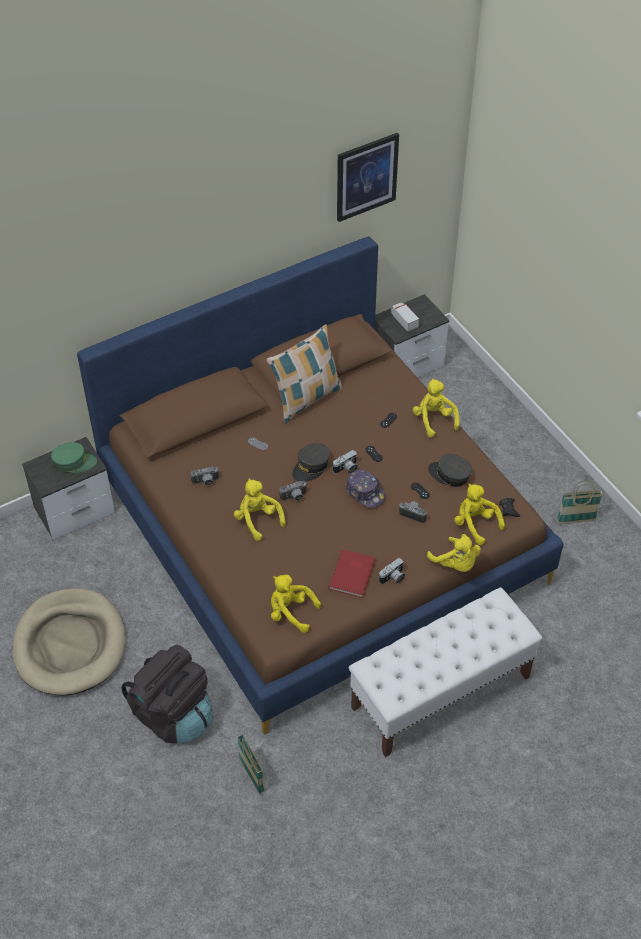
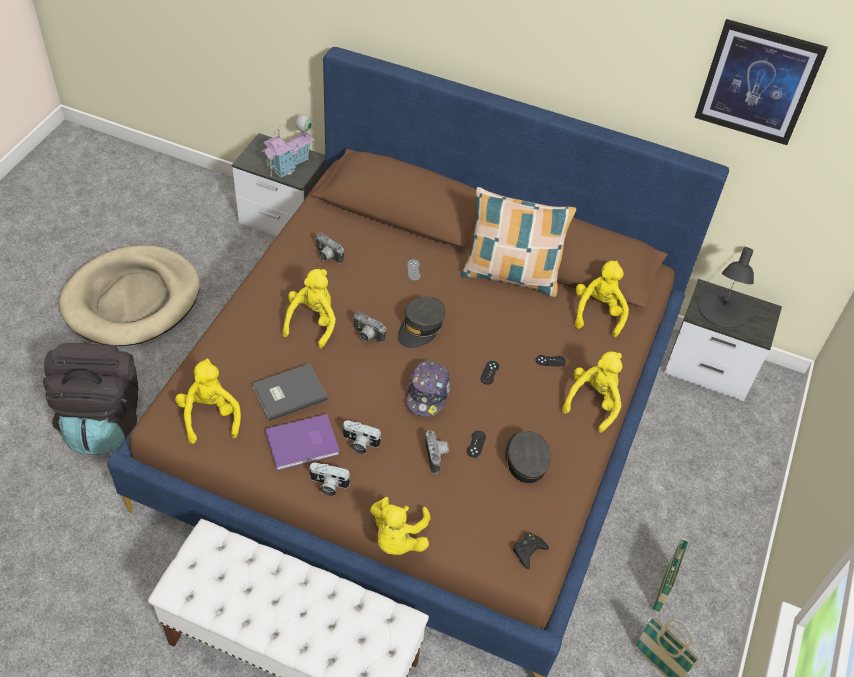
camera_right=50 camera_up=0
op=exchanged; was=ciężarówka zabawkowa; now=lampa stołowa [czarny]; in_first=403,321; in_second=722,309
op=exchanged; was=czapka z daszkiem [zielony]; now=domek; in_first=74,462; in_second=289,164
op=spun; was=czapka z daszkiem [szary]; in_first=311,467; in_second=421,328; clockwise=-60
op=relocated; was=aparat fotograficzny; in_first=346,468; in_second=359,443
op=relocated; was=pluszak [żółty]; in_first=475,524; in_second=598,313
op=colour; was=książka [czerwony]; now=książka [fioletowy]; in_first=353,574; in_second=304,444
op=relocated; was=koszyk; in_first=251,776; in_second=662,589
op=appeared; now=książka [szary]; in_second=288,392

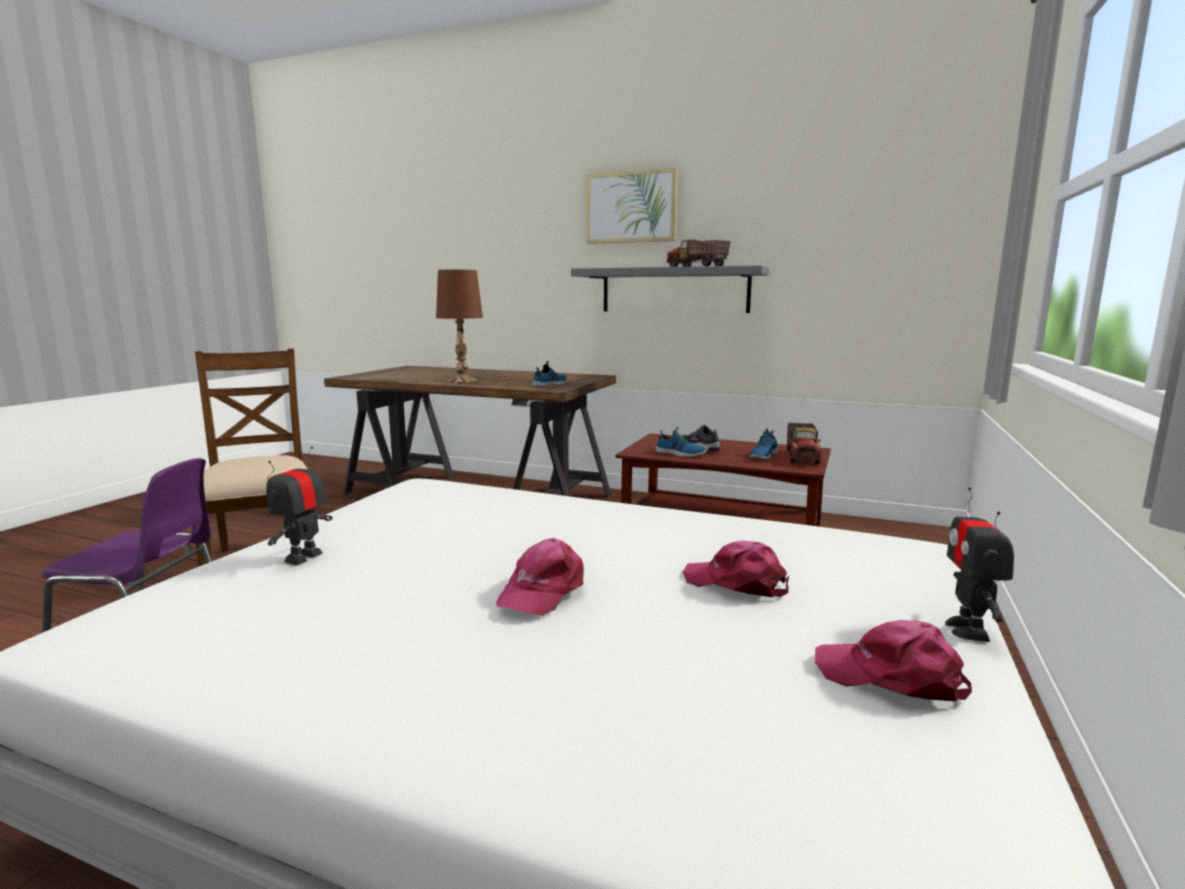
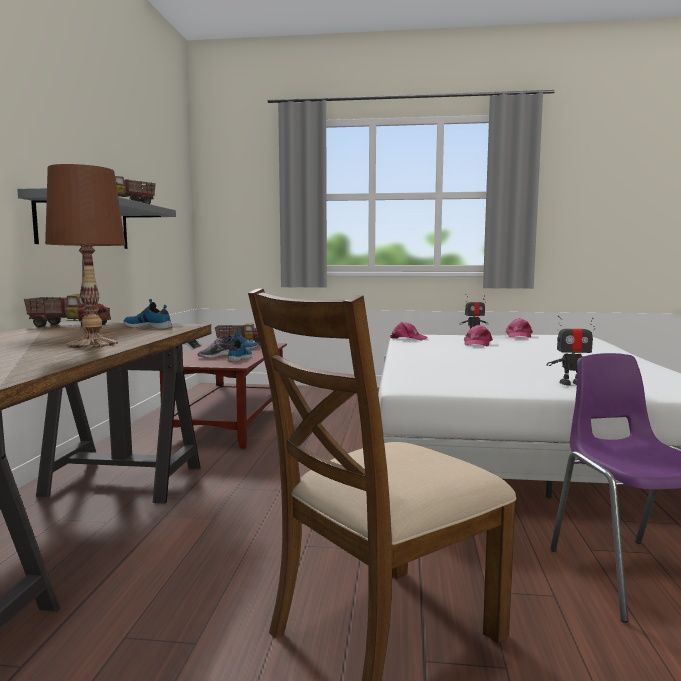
camera_right=-105 camera_up=-5
op=missing; was=obraz; in_first=631,207
op=relocated; was=czapka z daszkiem [różowy]; in_first=542,591; in_second=408,338
op=appeared; now=ciężarówka zabawkowa; in_second=69,326

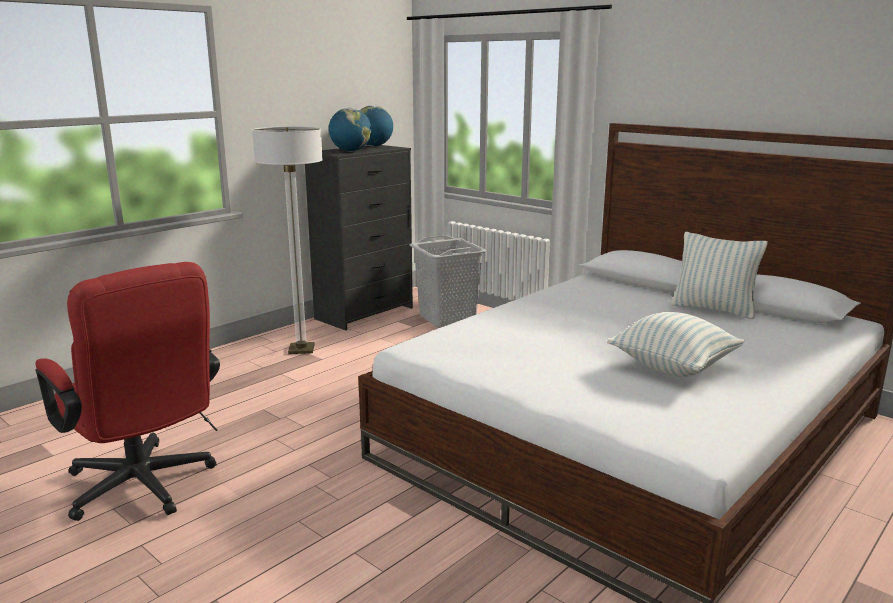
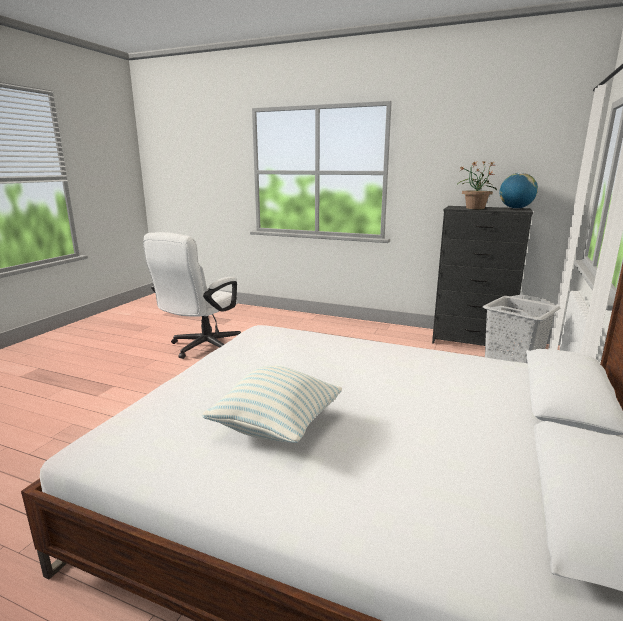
camera_right=70 camera_up=0
op=exchanged; was=globus; now=roślina doniczkowa; in_first=350,151; in_second=474,208
op=missing; was=lampa stojąca; in_first=301,349
op=missing; was=poduszka; in_first=713,309
op=colour; was=krzesło biurowe [czerwony]; now=krzesło biurowe [biały]; in_first=145,489; in_second=201,347

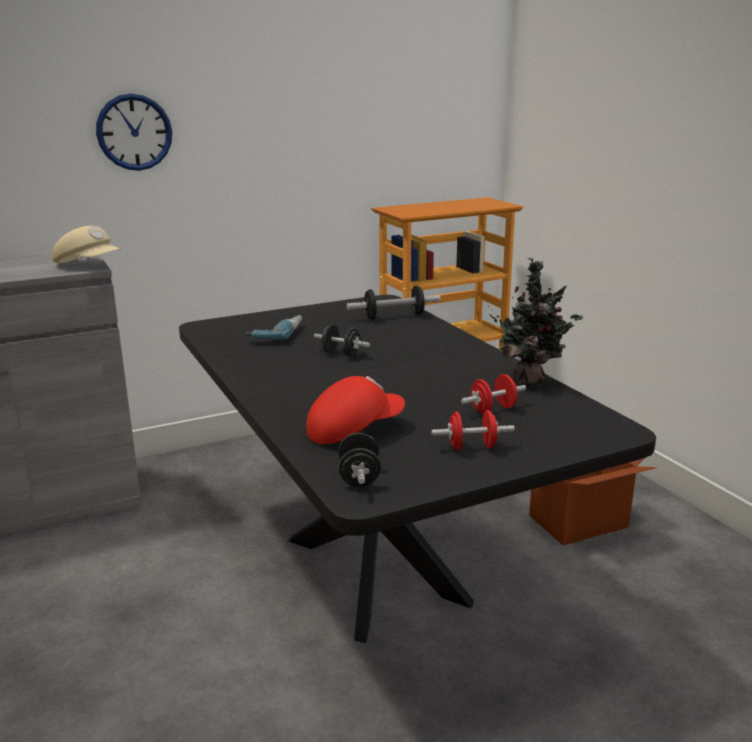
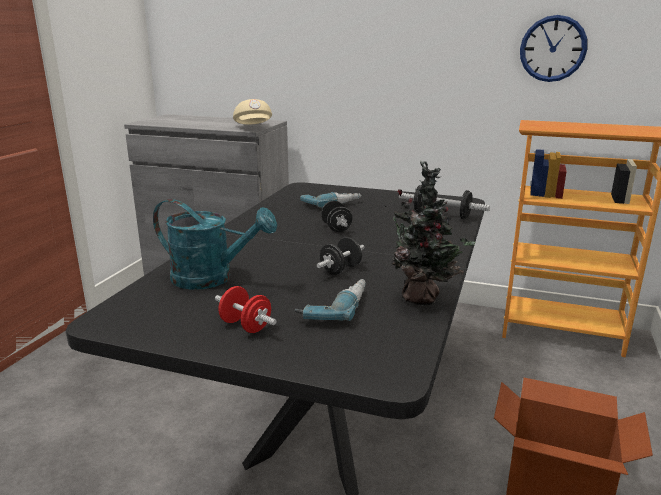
camera_right=45 camera_up=0
op=relocated; was=zegar ścienny; in_first=134,132; in_second=553,48
op=exchanged; was=hantel [czerwony]; now=wiertarka; in_first=492,409; in_second=334,307
op=exchanged; was=czapka z daszkiem [czerwony]; now=konewka [turkusowy]; in_first=353,430; in_second=212,279
op=relocated; was=hantel [czarny]; in_first=359,477; in_second=340,270

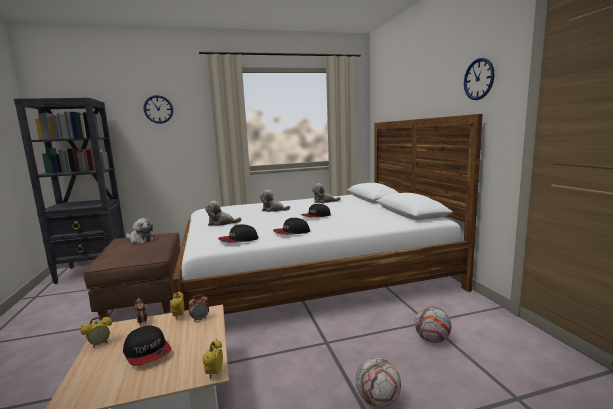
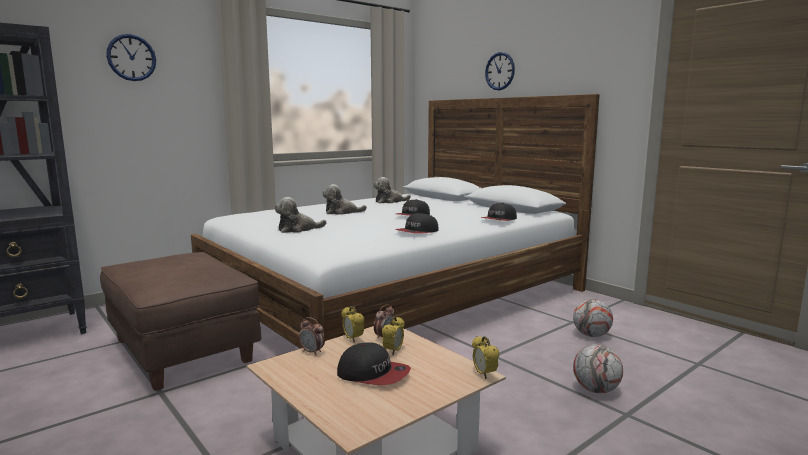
camera_right=-25 camera_up=0
op=relocated; was=zegar ścienny; in_first=478,79; in_second=500,71
op=missing; was=pluszak; in_first=140,240
op=relocated; was=czapka z daszkiem; in_first=238,240; in_second=499,220
op=relocated; was=budzik; in_first=99,344; in_second=393,352

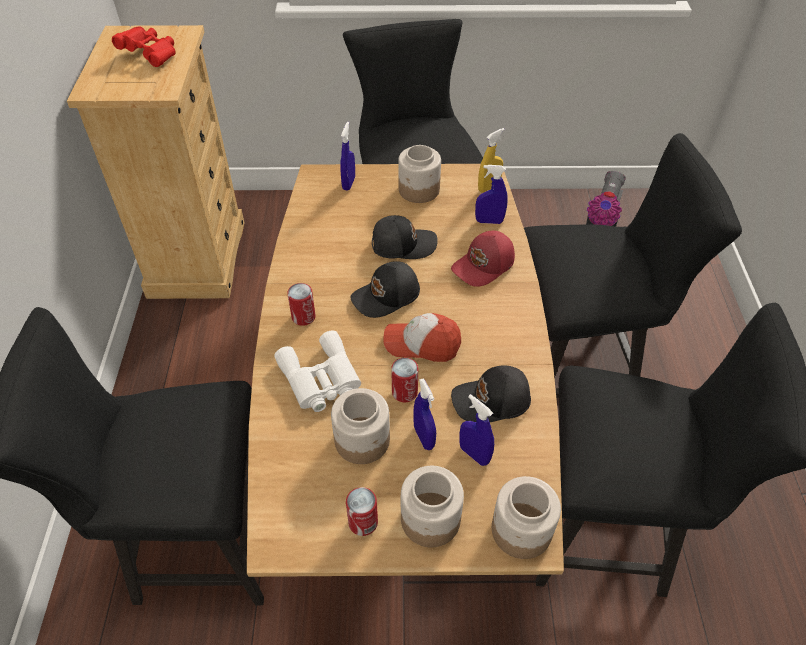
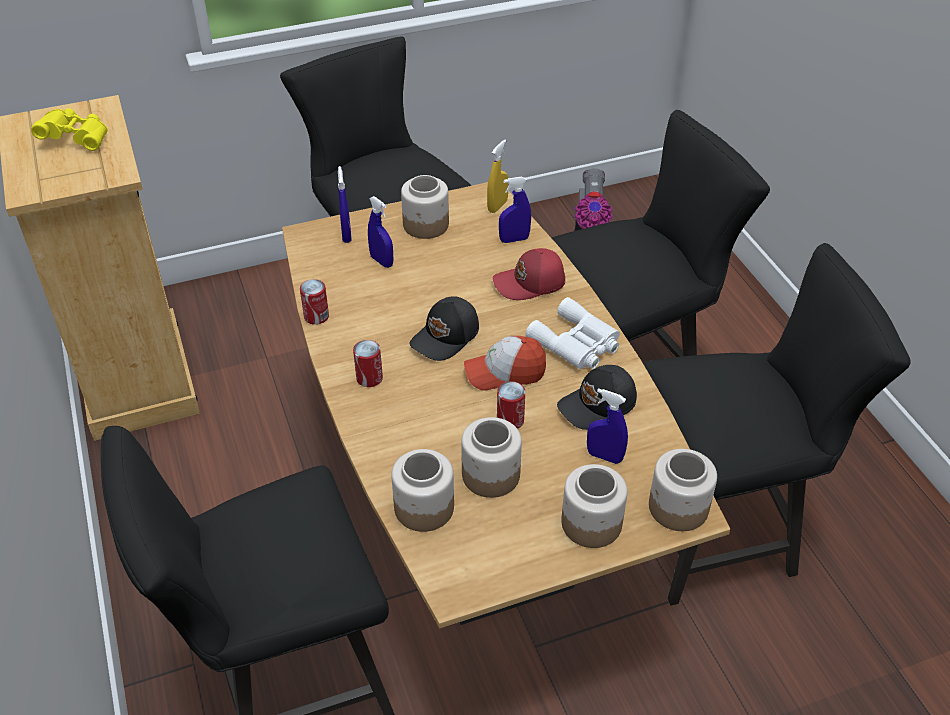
camera_right=-20 camera_up=-5
op=colour; was=lornetka [czerwony]; now=lornetka [żółty]; in_first=151,55; in_second=77,139
op=missing; was=czapka z daszkiem [czarny]; in_first=403,244
op=spun; was=czapka z daszkiem [czerwony]; in_first=484,266; in_second=530,283; clockwise=45
op=relocated; was=lornetka [biały]; in_first=321,380; in_second=576,344
op=relocated; was=spryskiwacz [niebieski]; in_first=424,437; in_second=381,261
op=relocated; was=puszka; in_first=363,522; in_second=316,316
op=appeared; now=słoik; in_second=423,507

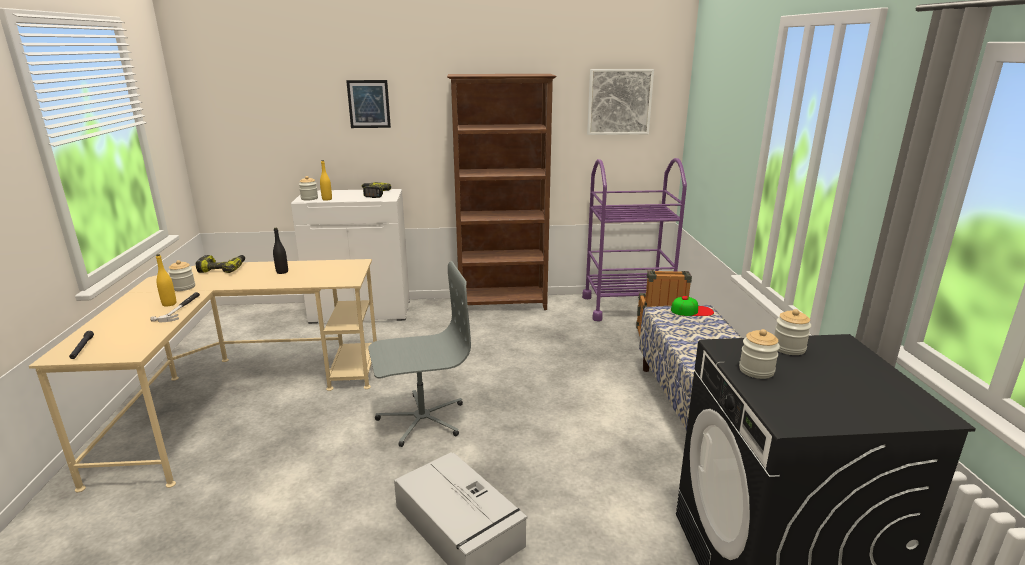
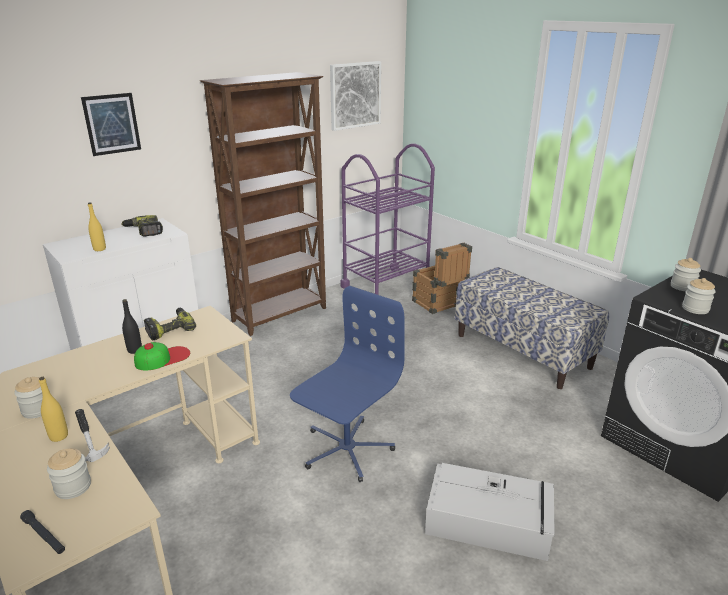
camera_right=-35 camera_up=5
op=relocated; was=słoik; in_first=309,198; in_second=73,487
op=relocated; was=wiertarka; in_first=223,269; in_second=170,329
op=colour; was=krzesło biurowe [szary]; now=krzesło biurowe [niebieski]; in_first=421,419; in_second=346,449
op=relocated; was=czapka z daszkiem; in_first=692,311; in_second=162,358

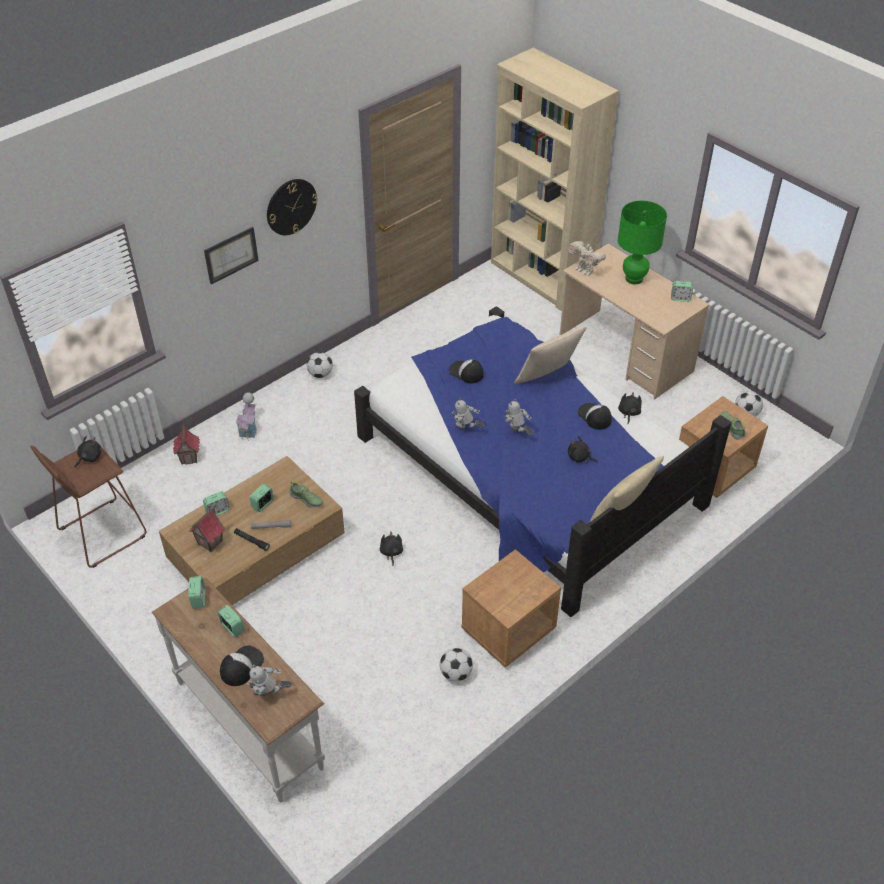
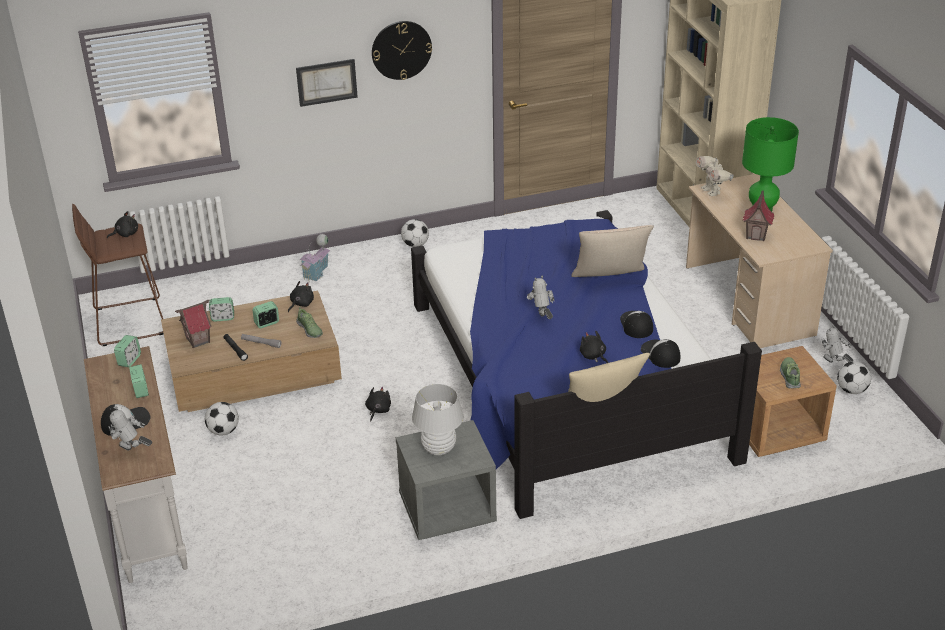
camera_right=25 camera_up=-10
op=missing; was=budzik; in_first=680,298
op=relocated; was=czapka z daszkiem; in_first=466,372; in_second=660,354
op=relocated; was=pluszak [czarny]; in_first=629,413; in_second=301,304
op=relocated; was=robot zabawkowy; in_first=466,431; in_second=833,364
op=relocated; was=domek; in_first=189,458; in_second=756,235
op=colour; was=szafka nocna [brązowy]; now=szafka nocna [szary]; in_first=508,630; in_second=447,511
op=relocated; was=piłka futbolowa; in_first=456,673; in_second=224,431
op=appeared; now=lampa stołowa [biały]; in_second=439,449

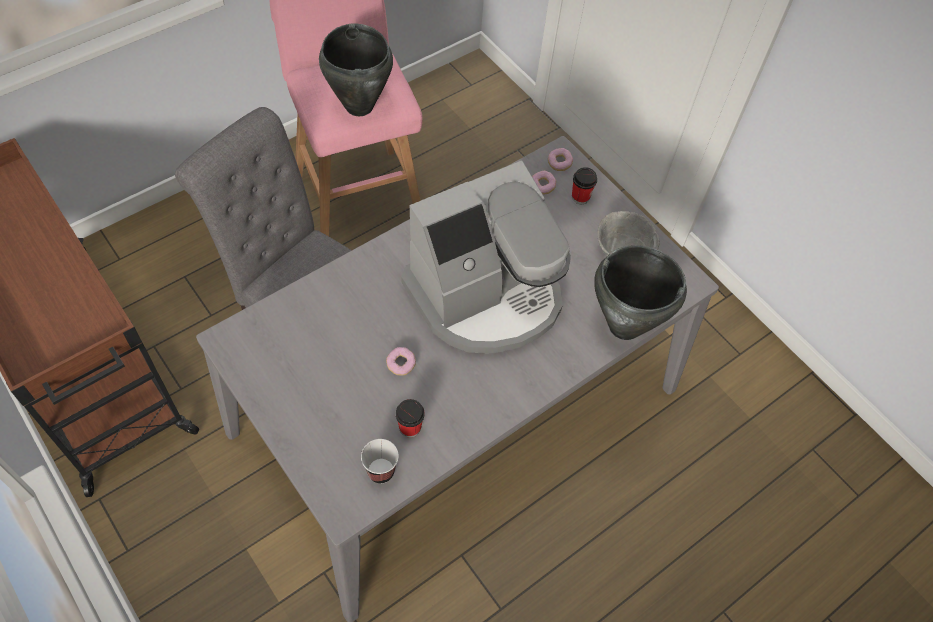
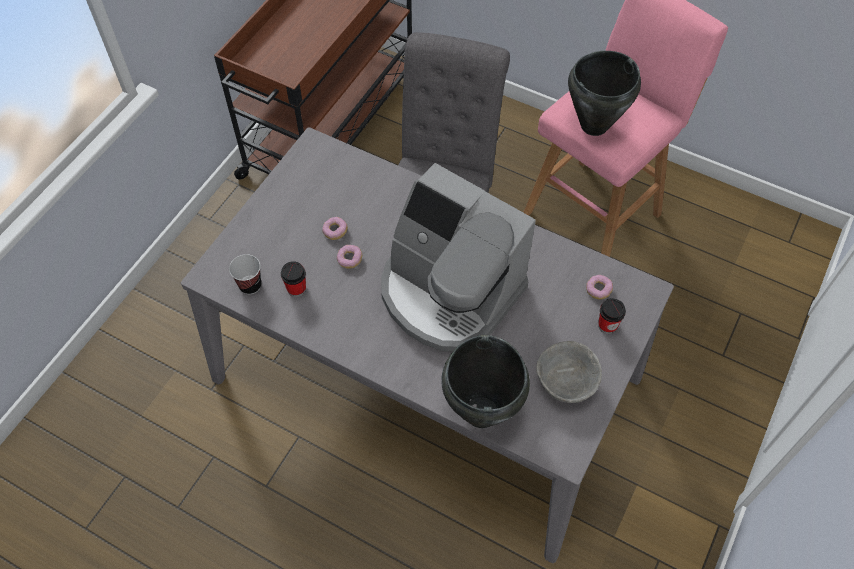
camera_right=70 camera_up=0
op=relocated; was=donut; in_first=559,163; in_second=335,231

